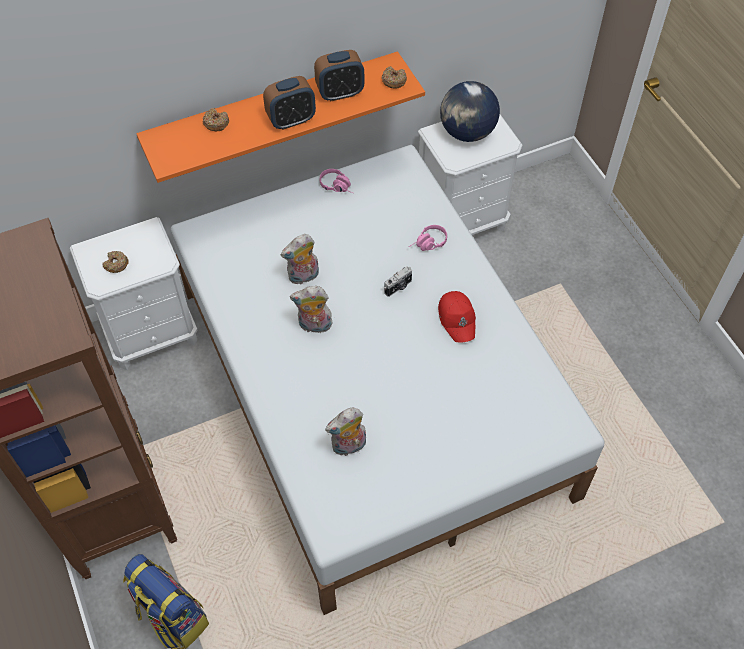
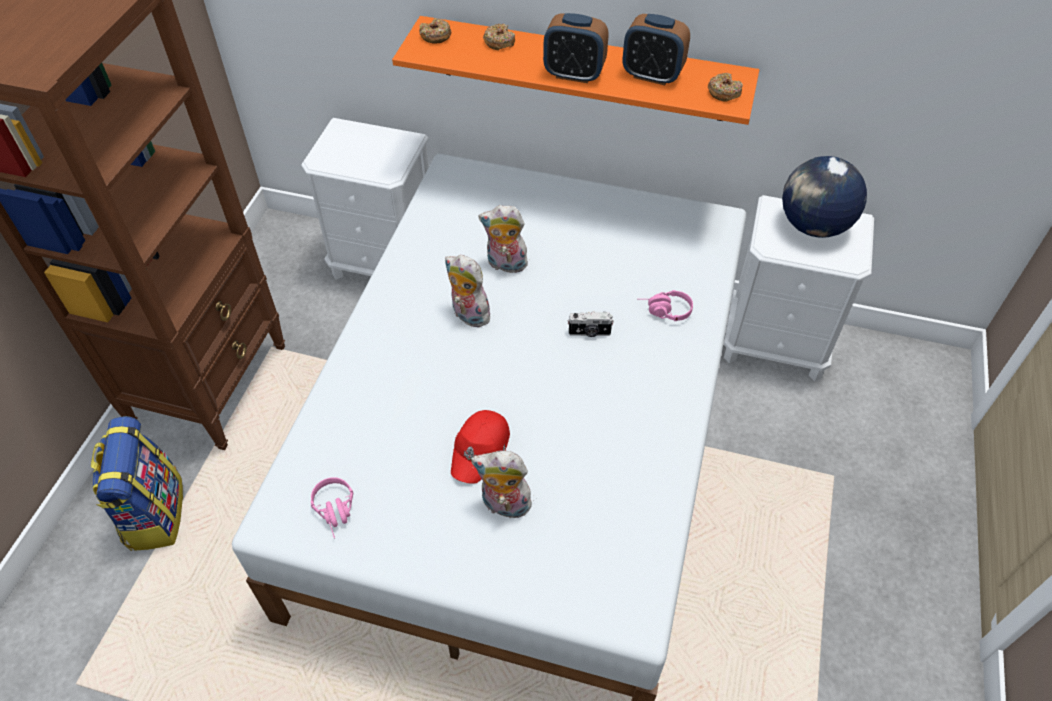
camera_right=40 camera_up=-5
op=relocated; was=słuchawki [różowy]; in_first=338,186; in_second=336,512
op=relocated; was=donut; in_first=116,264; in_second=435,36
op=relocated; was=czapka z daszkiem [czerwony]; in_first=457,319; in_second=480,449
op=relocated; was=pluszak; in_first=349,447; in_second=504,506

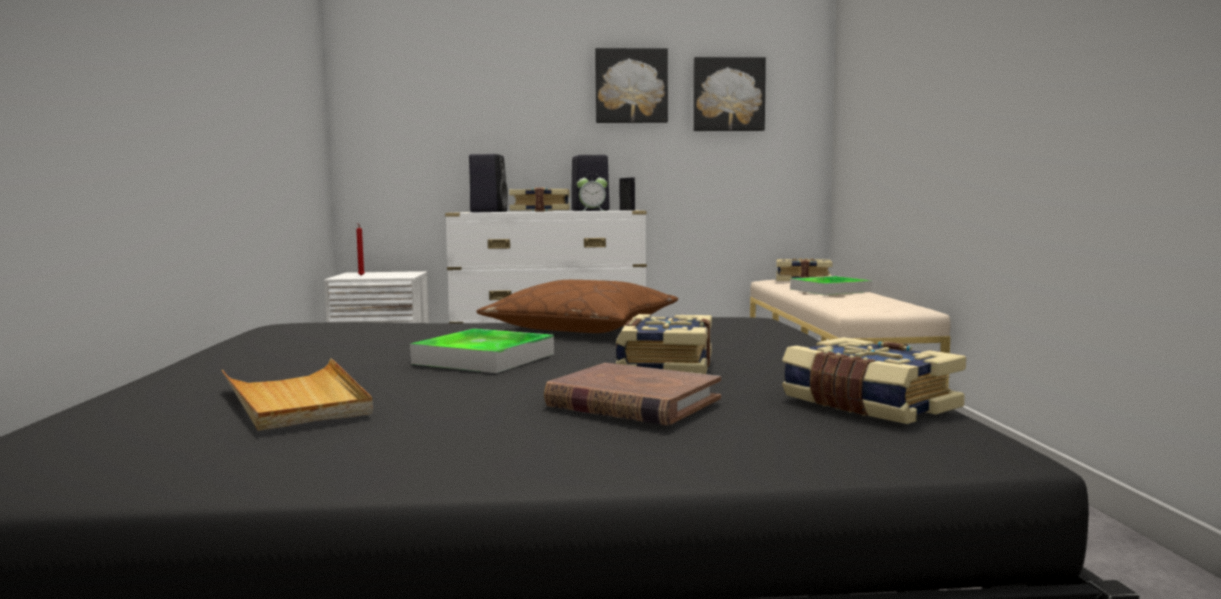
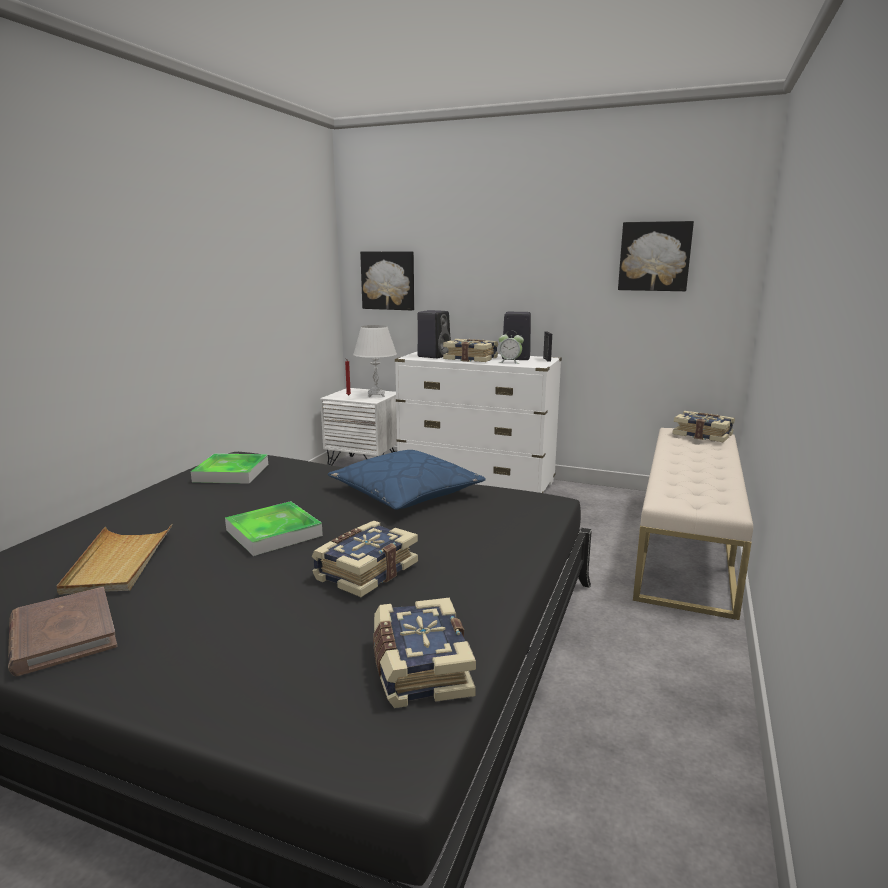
camera_right=25 camera_up=10
op=relocated; was=obraz; in_first=631,86; in_second=388,280
op=relocated; was=taca; in_first=829,290; in_second=231,473
op=colour; was=poduszka [brązowy]; now=poduszka [niebieski]; in_first=581,328; in_second=405,493
op=relocated; was=książka [brązowy]; in_first=632,402; in_second=63,635
op=appeared; now=lampa stołowa [biały]; in_second=376,395

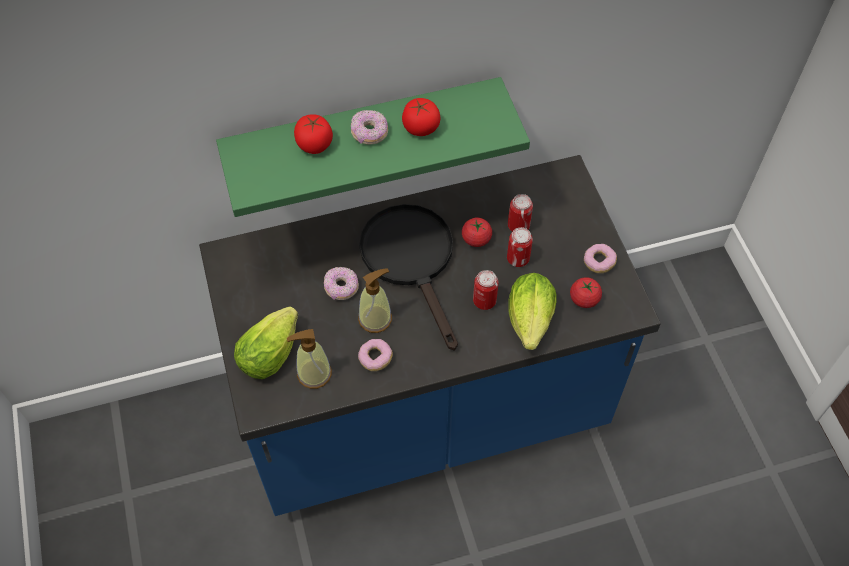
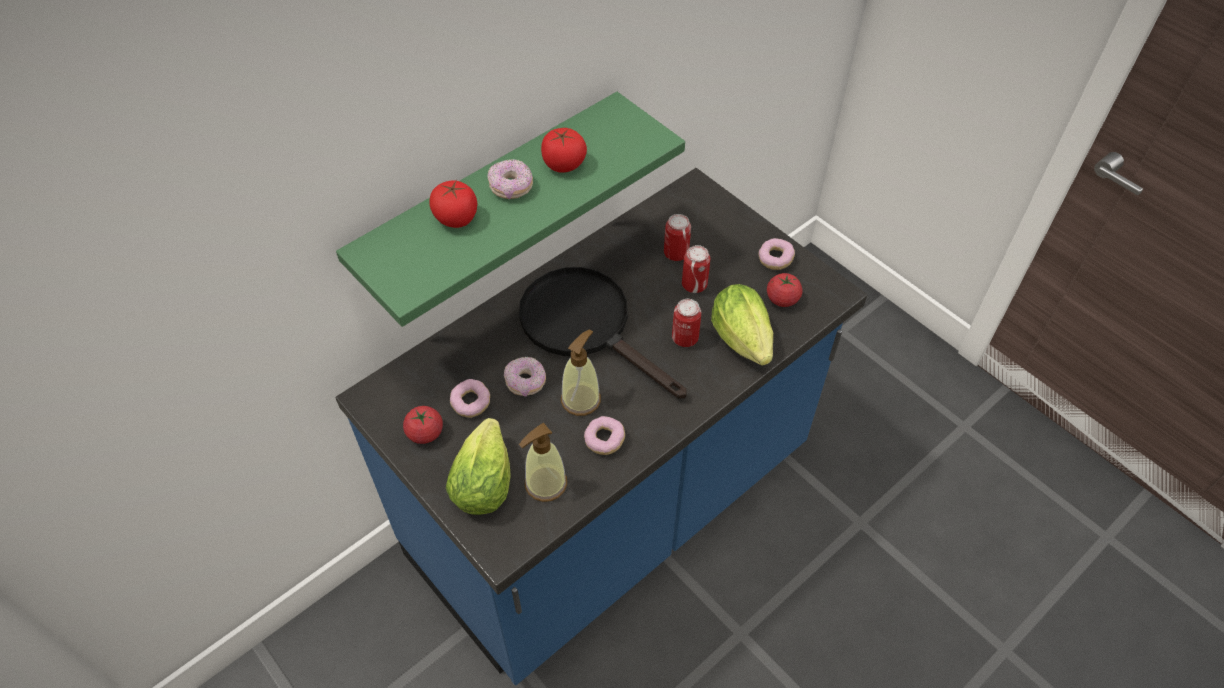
camera_right=-25 camera_up=-5
op=relocated; was=pomidor; in_first=476,239; in_second=425,433
op=appeared; now=donut; in_second=471,403

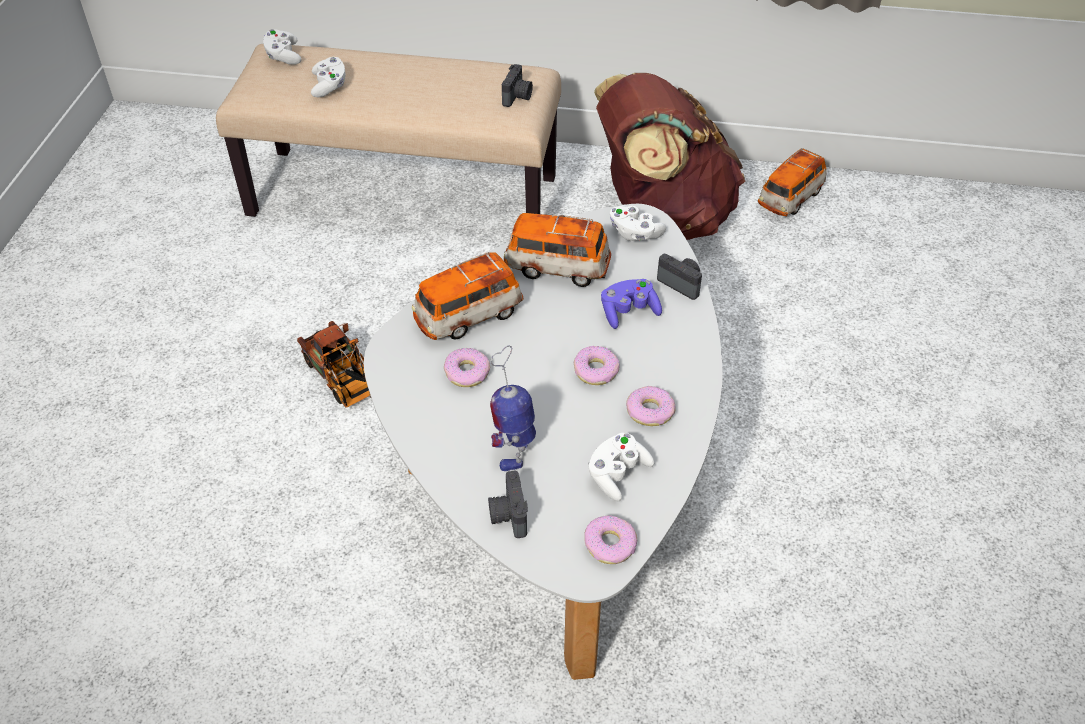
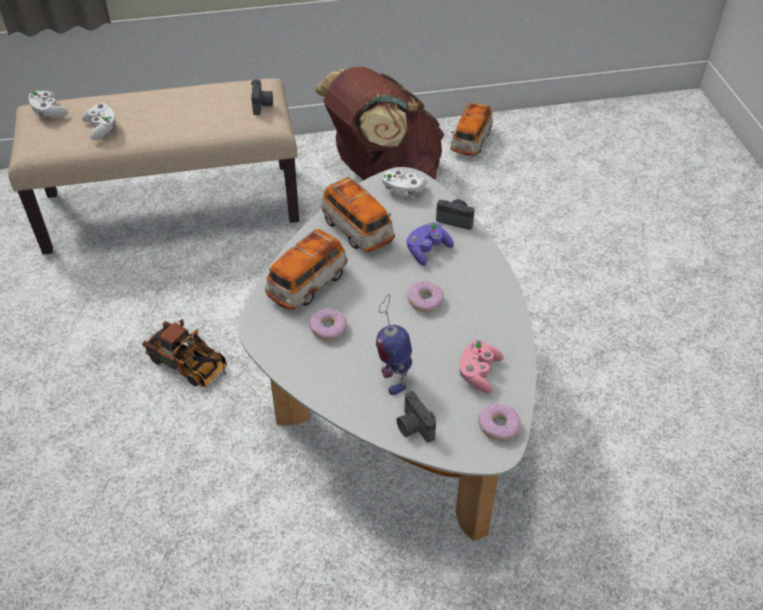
camera_right=-20 camera_up=0
op=spun; was=samochodzik; in_first=557,268; in_second=357,230; clockwise=-120
op=missing; was=donut; in_first=649,411
op=colour; was=pad do gier [biały]; now=pad do gier [różowy]; in_first=617,474; in_second=478,373

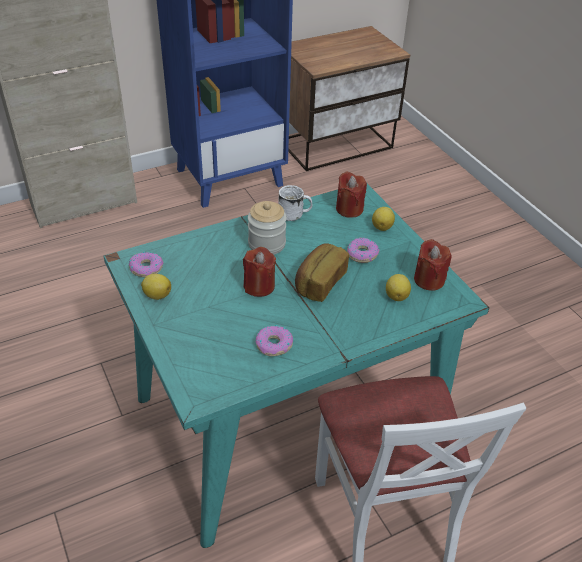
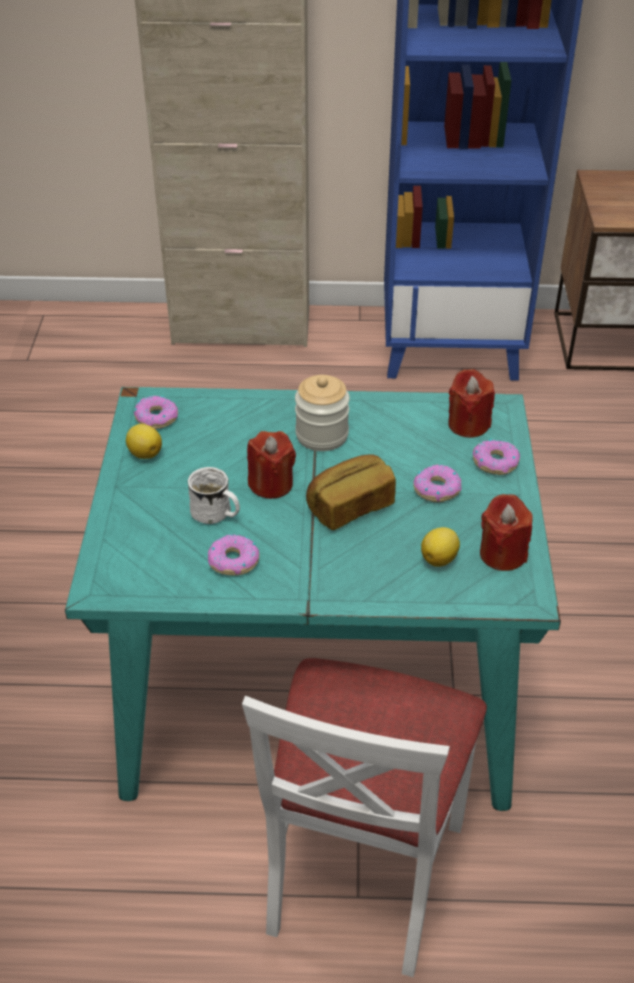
camera_right=30 camera_up=0
op=relocated; was=kubek [biały]; in_first=294,215; in_second=216,515
op=exchanged; was=cytryna; now=donut; in_first=382,227; in_second=495,462

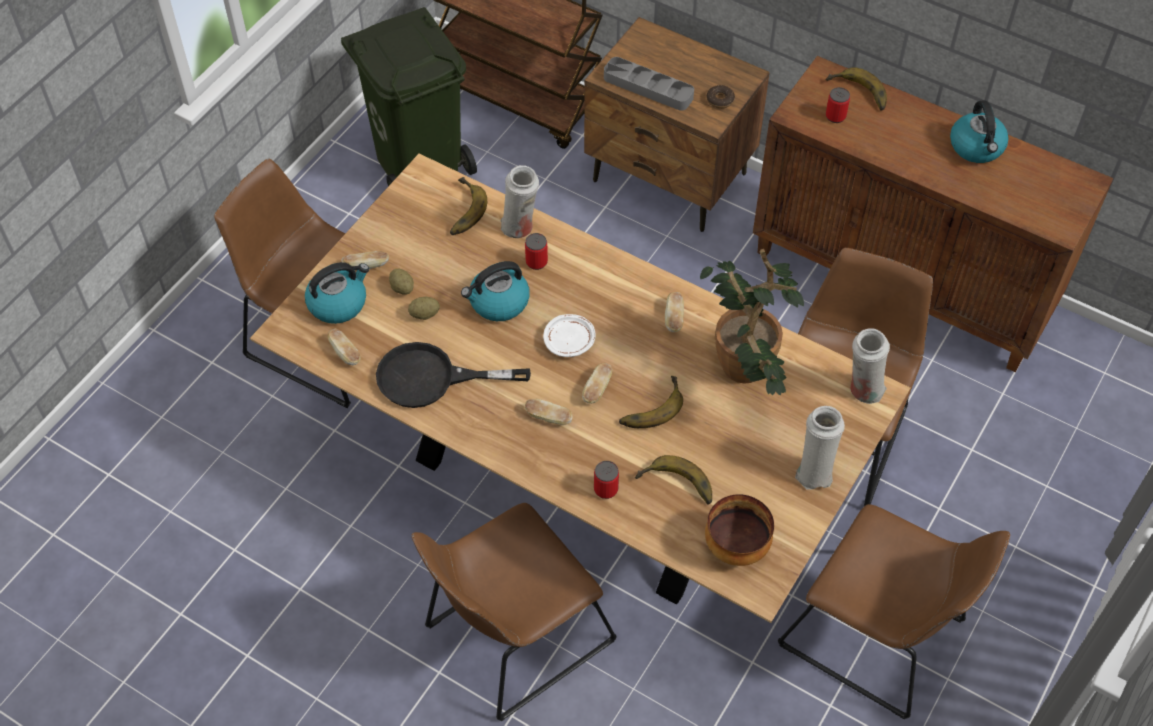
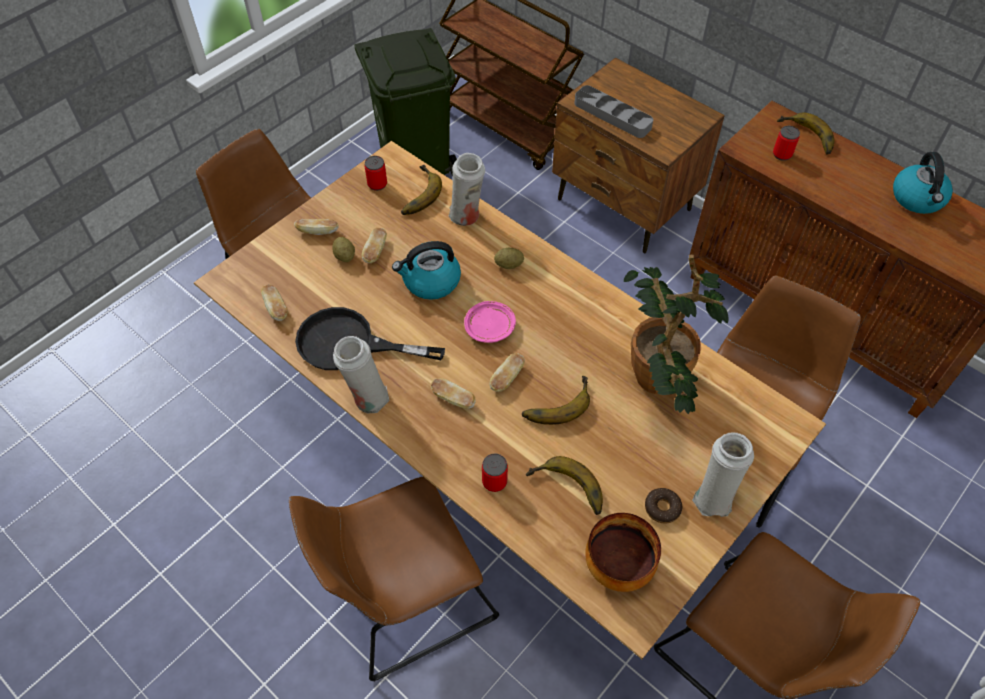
camera_right=10 camera_up=0
op=relocated; was=donut; in_first=720,100; in_second=662,508
op=relocated; was=puszka; in_first=536,262; in_second=377,184
op=missing; was=czajnik; in_first=338,303
op=relocated; was=chleb; in_first=674,318; in_second=375,251
op=relocated; was=ziemniak; in_first=424,314; in_second=509,265
op=colour; was=talerz [biały]; now=talerz [różowy]; in_first=569,341; in_second=490,327
op=relocated; was=wazon [biały]; in_first=863,390; in_second=367,399

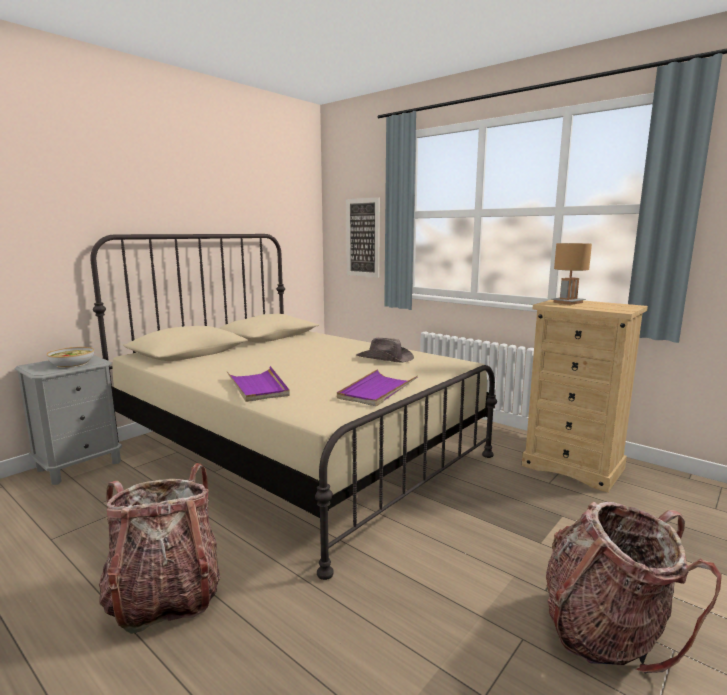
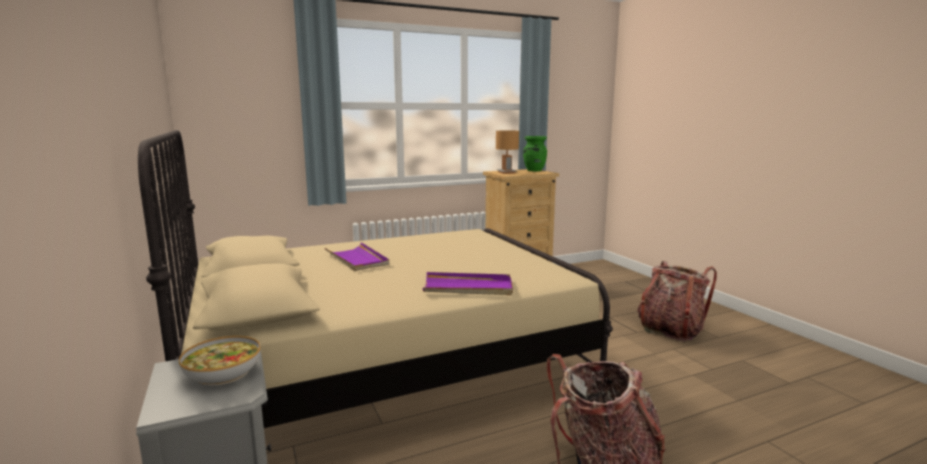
camera_right=-65 camera_up=0
op=missing; was=obraz; in_first=362,237
op=missing; was=kapelusz [brązowy]; in_first=385,358
op=relocated; was=taca [fioletowy]; in_first=377,390; in_second=357,259
op=appeared; now=wazon [zielony]; in_second=534,170

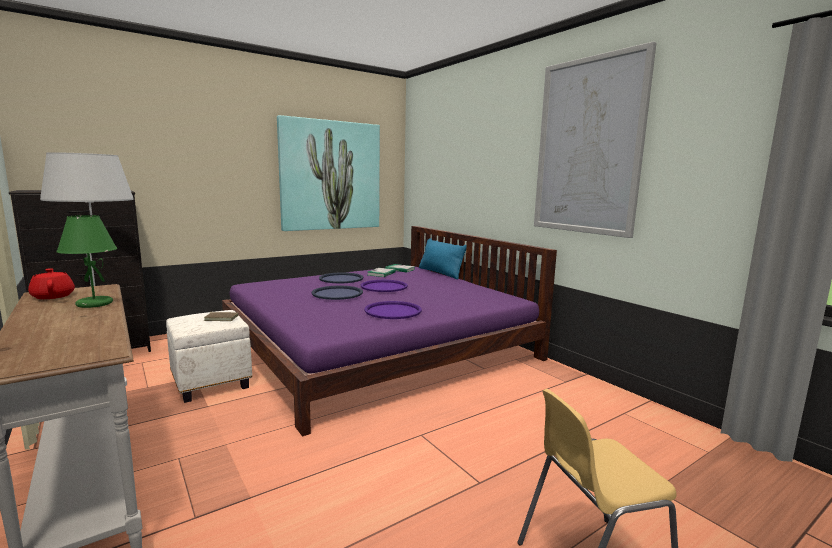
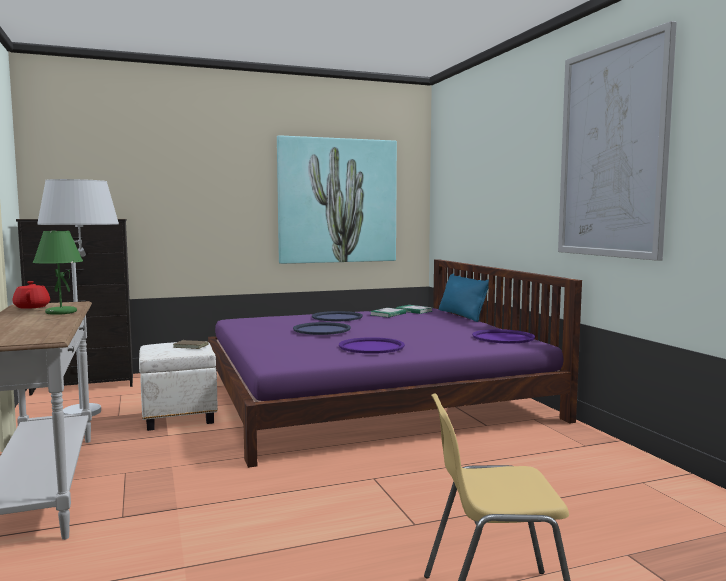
camera_right=15 camera_up=-5
op=relocated; was=taca [fioletowy]; in_first=384,286; in_second=503,337

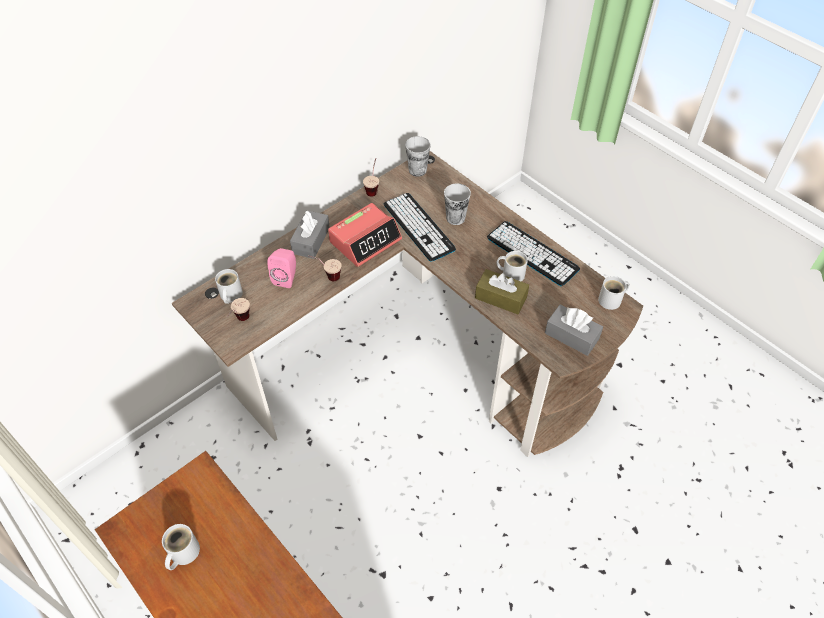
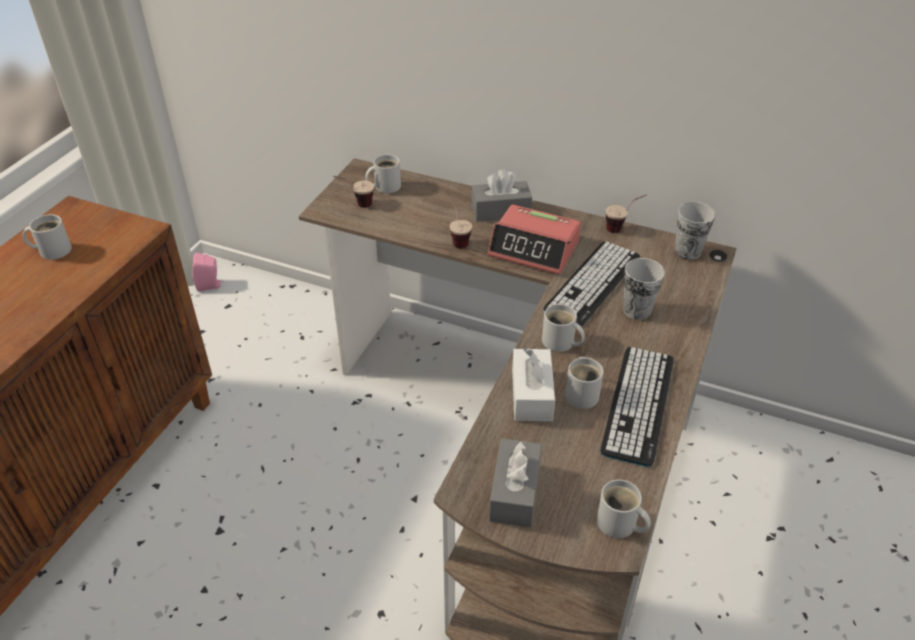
camera_right=65 camera_up=-10
op=relocated; was=głośnik [różowy]; in_first=286,278; in_second=210,285
op=colour; was=pudełko chusteczek [brązowy]; now=pudełko chusteczek [biały]; in_first=500,298; in_second=531,395
op=appeared; now=kubek [biały]; in_second=560,343

